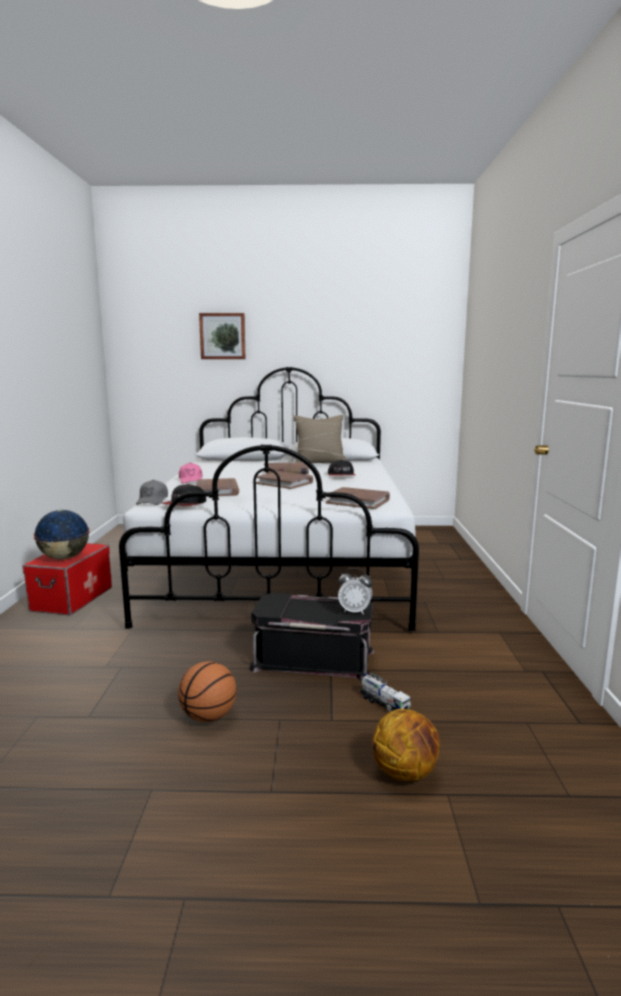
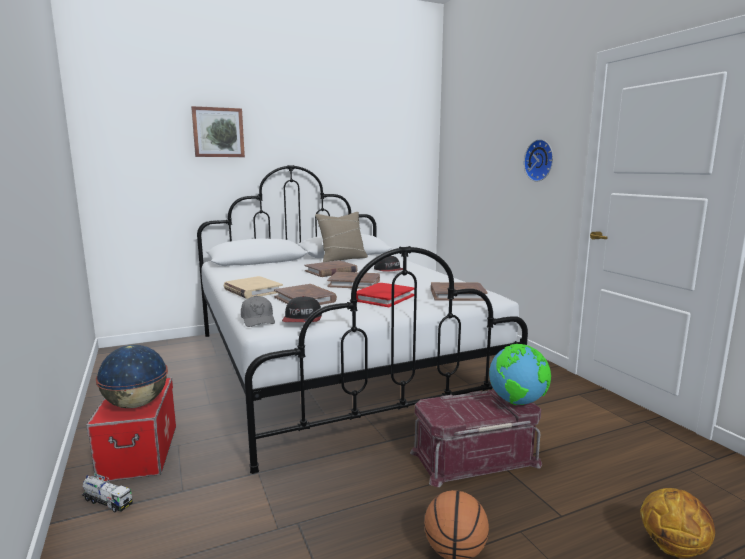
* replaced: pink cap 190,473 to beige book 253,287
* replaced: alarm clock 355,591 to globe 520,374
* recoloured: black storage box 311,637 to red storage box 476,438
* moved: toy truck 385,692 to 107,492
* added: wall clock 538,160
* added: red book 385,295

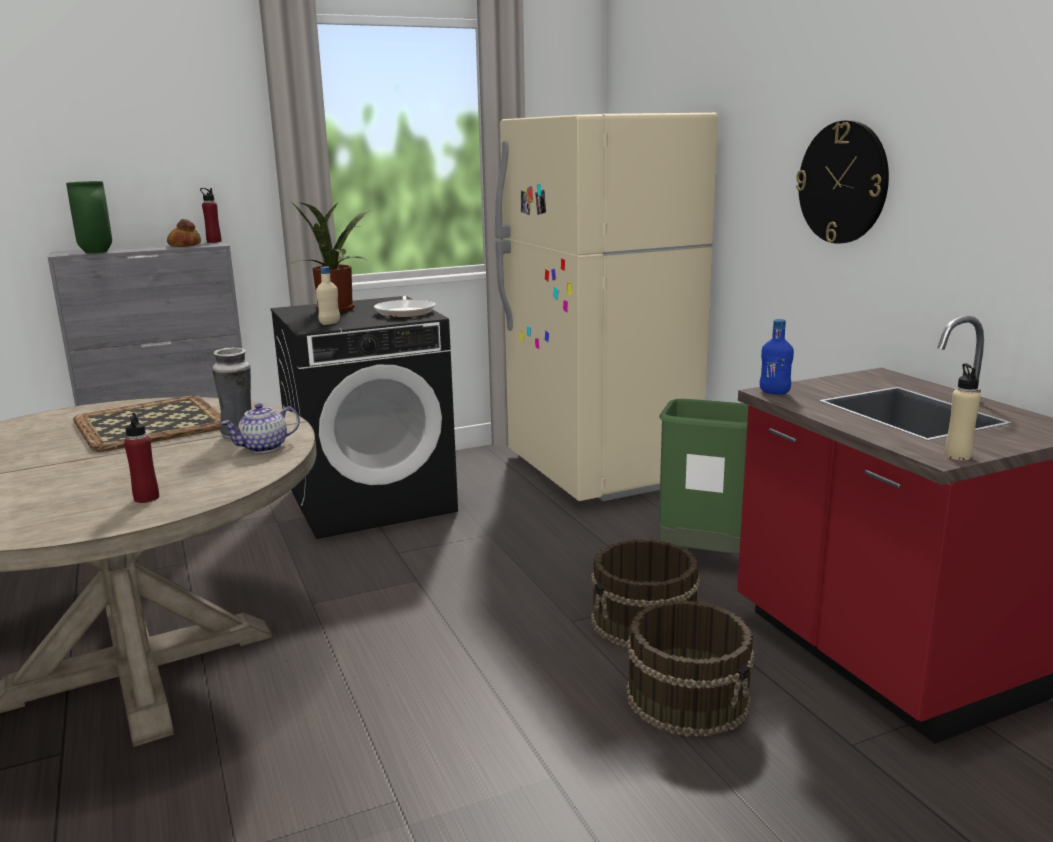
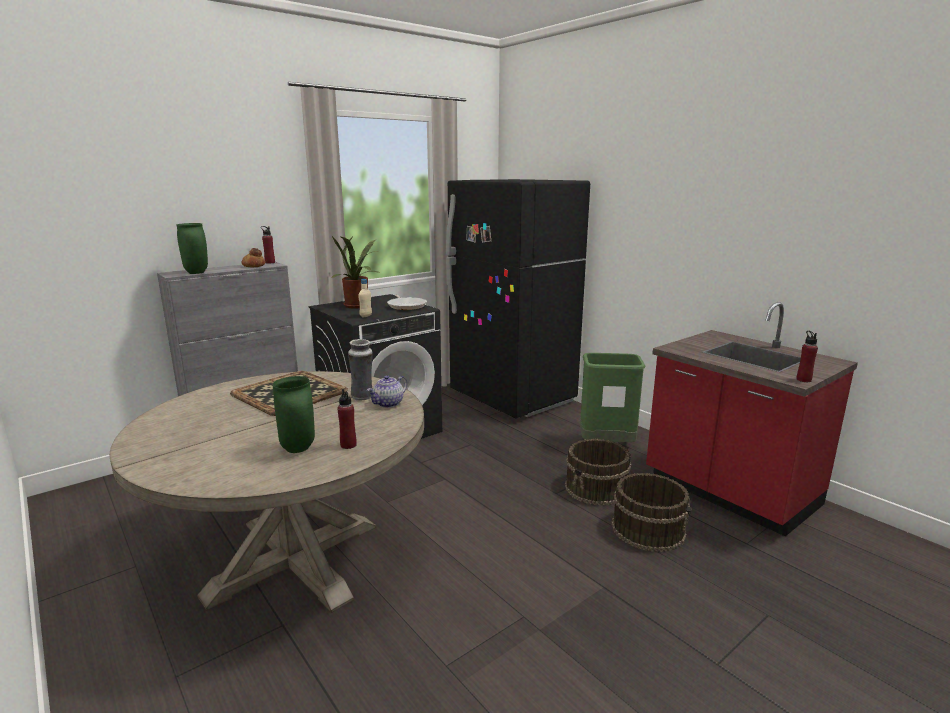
* recoloured: beige fridge 606,307 to black fridge 518,299
* removed: wall clock 842,182
* removed: blue bottle 777,357
* recoloured: beige bottle 963,412 to red bottle 807,356
* added: green vase 294,414

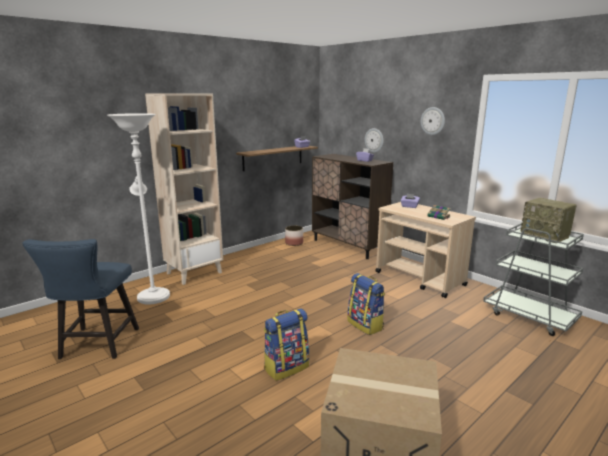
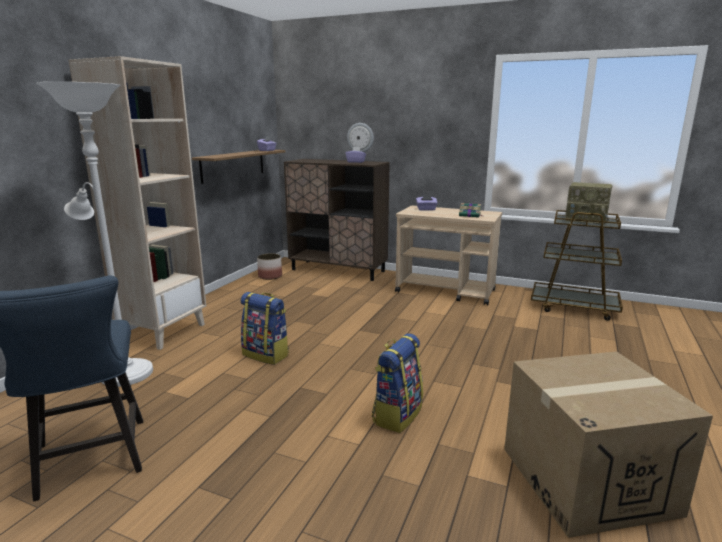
* removed: wall clock 433,121
* recoloured: grey cart 533,279 to brown cart 577,265
* moved: backpack 366,304 to 265,328

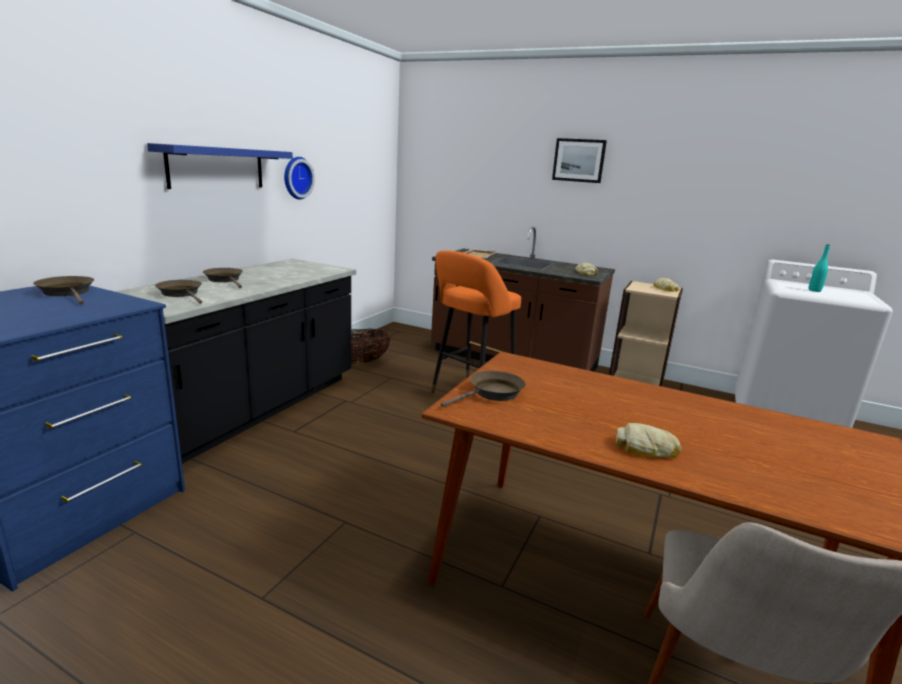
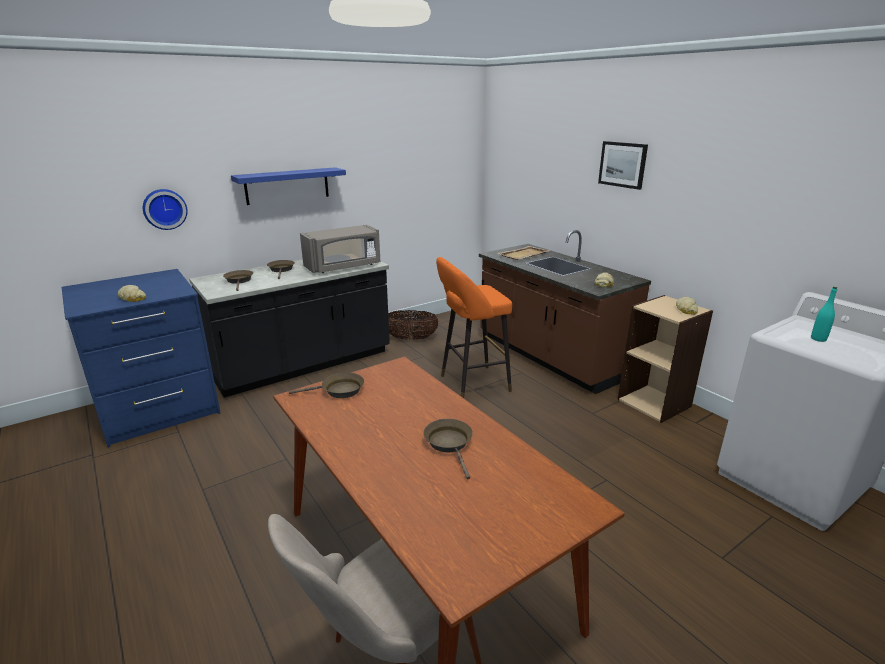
* moved: wall clock 299,178 to 165,209
* moved: brown frying pan 63,290 to 448,449
* moved: bread 648,440 to 132,293
* added: grey microwave 340,249

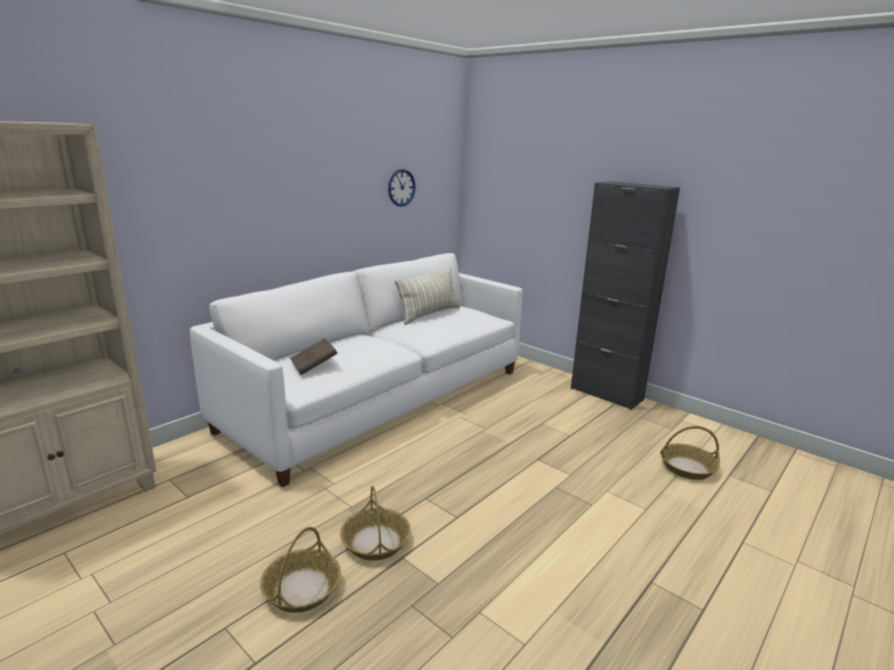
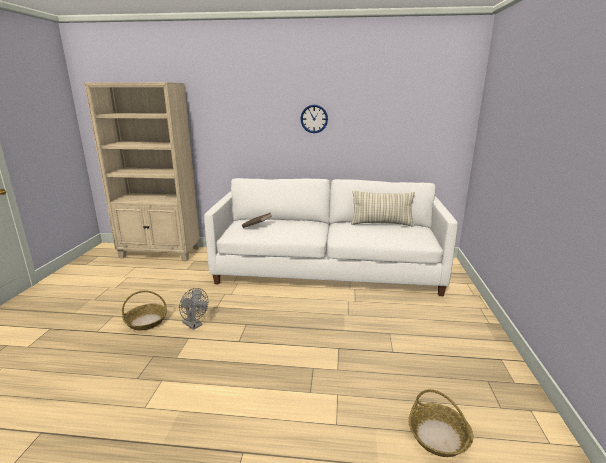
* moved: wall clock 402,188 to 314,119
* removed: black cabinet 625,295
* replaced: basket 375,523 to grey fan 193,309

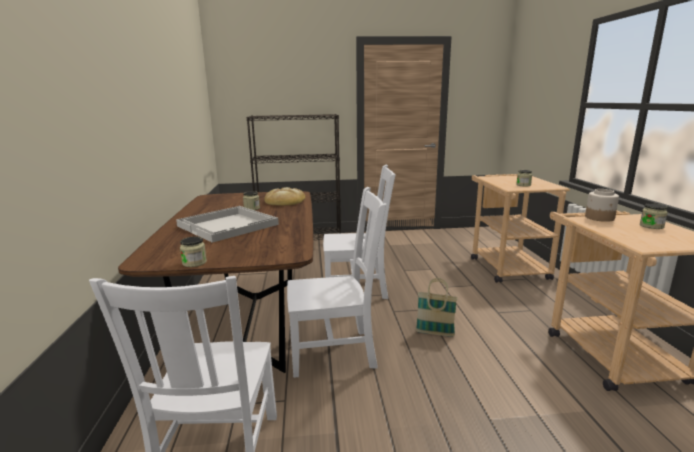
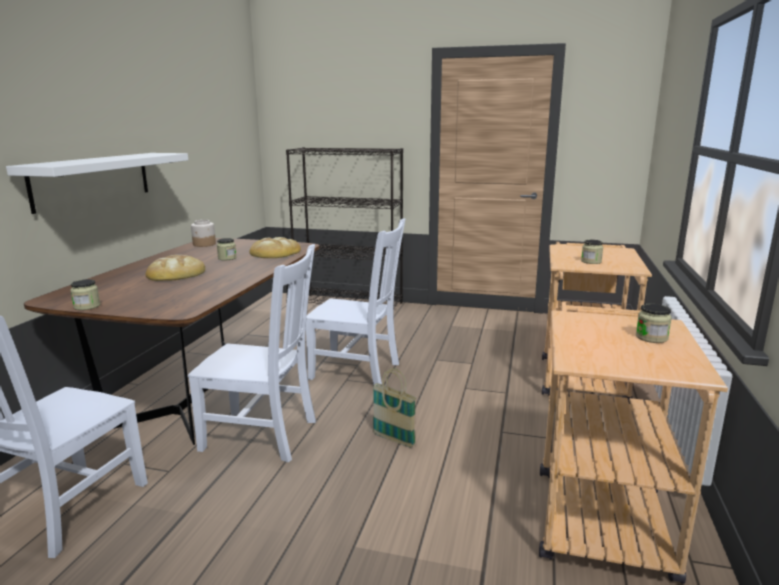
* moved: jar 602,205 to 203,233
* replaced: white tray 227,224 to bread 175,268
* added: white shelf 97,183

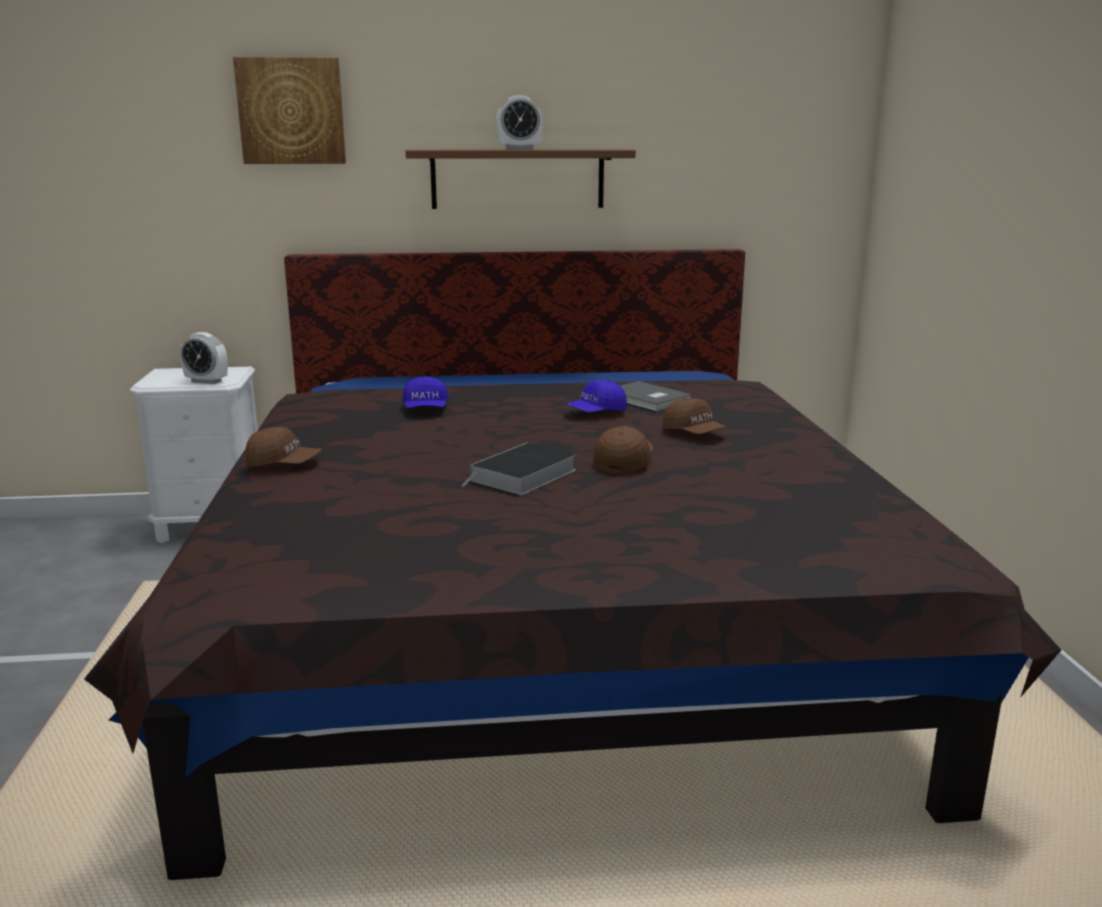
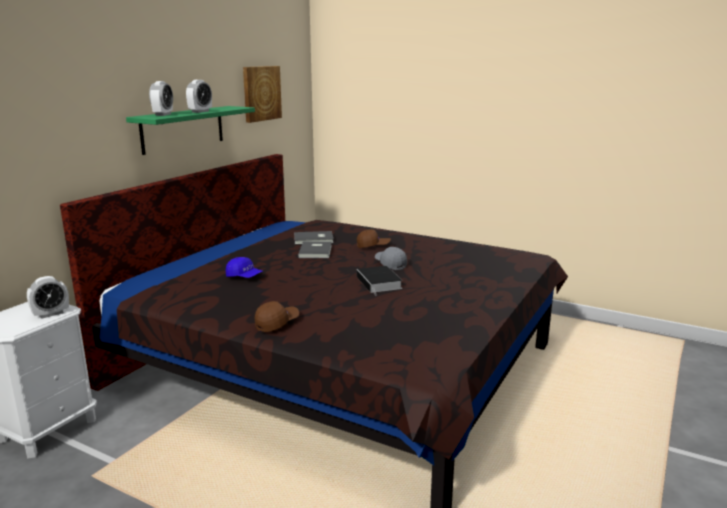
* moved: picture 289,110 to 262,94
* recoloured: brown shelf 520,179 to green shelf 190,130
* replaced: blue cap 596,396 to grey book 315,249
* recoloured: brown cap 623,450 to grey cap 391,258
* added: alarm clock 161,98

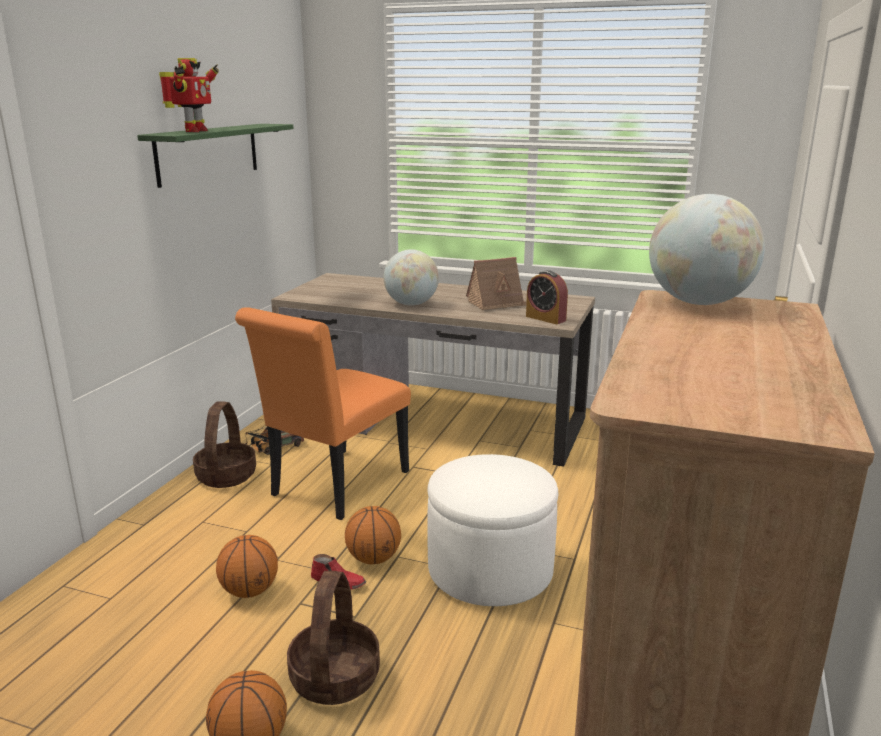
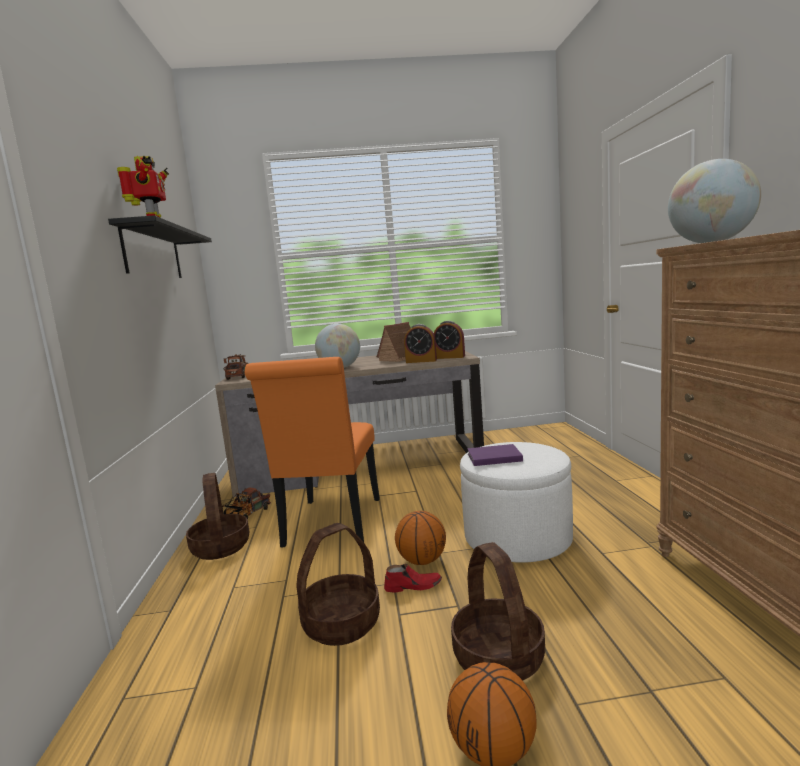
* recoloured: green shelf 215,156 to black shelf 160,246
* replaced: basketball 247,566 to basket 338,584
* added: alarm clock 420,343
* added: toy truck 235,367
* added: purple book 495,455

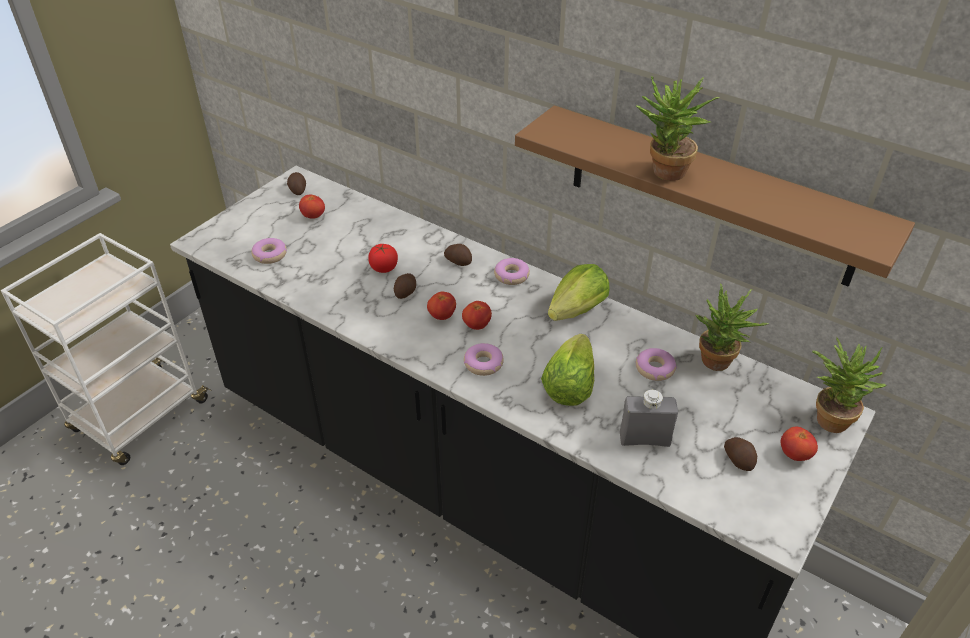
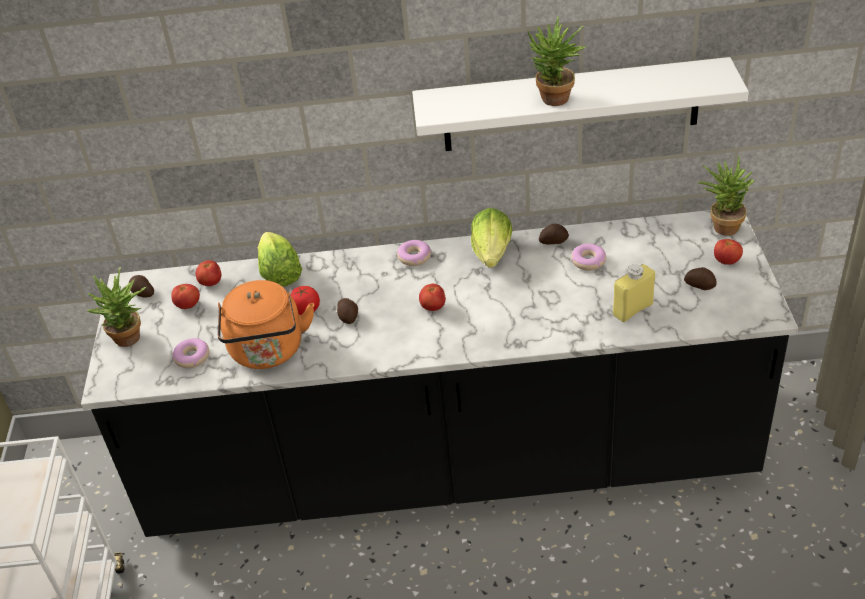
* recoloured: brown shelf 715,196 to white shelf 580,104
* moved: potato 458,255 to 554,234
* moved: potted plant 731,327 to 116,307
* moved: tomato 441,306 to 208,273
* moved: lettuce 567,370 to 280,259
* removed: donut 484,359
* recoloured: grey bottle 649,418 to yellow bottle 634,293
* added: orange kettle 266,324

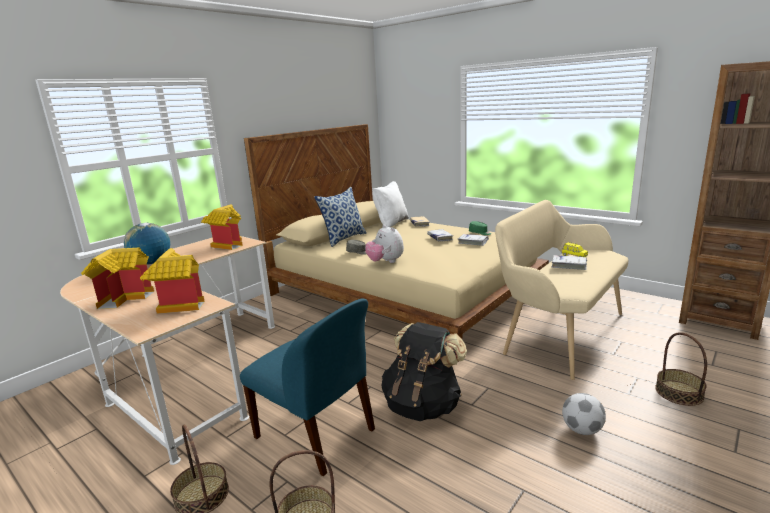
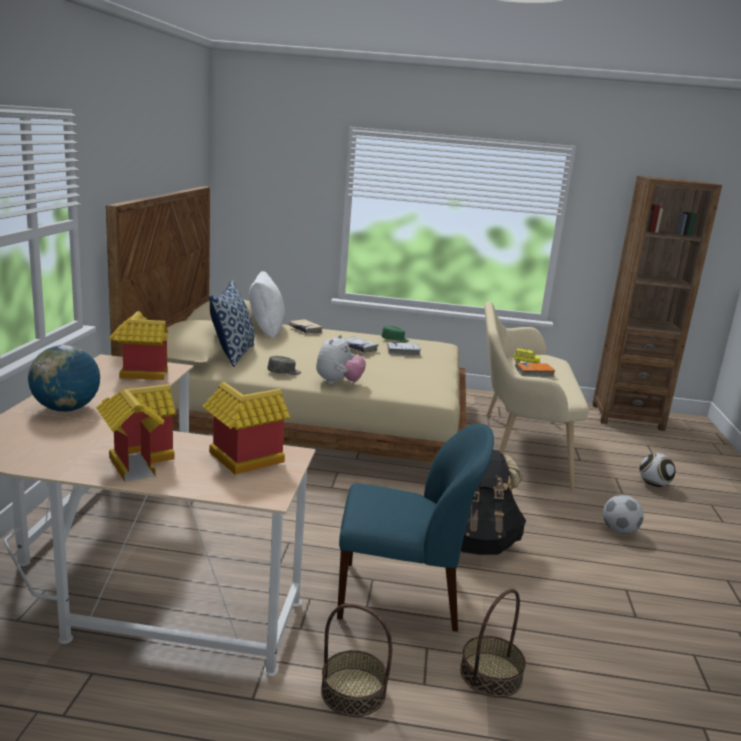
* turned: plush toy 384,244 = 341,360 90 degrees counterclockwise
* recoloured: white book 569,262 to orange book 535,370
* replaced: basket 681,369 to football 657,470

